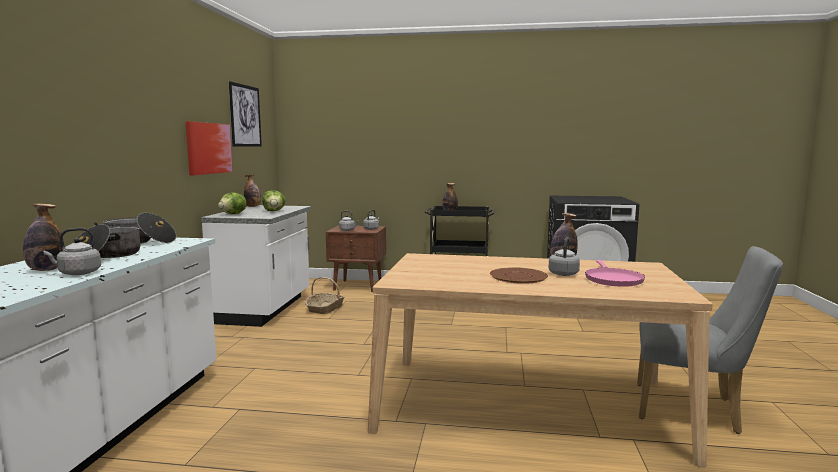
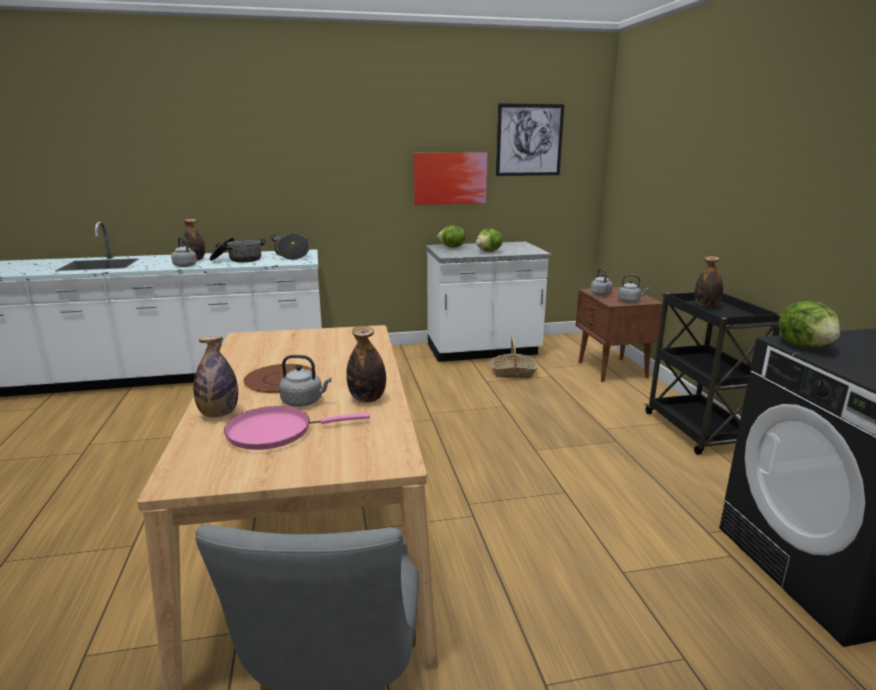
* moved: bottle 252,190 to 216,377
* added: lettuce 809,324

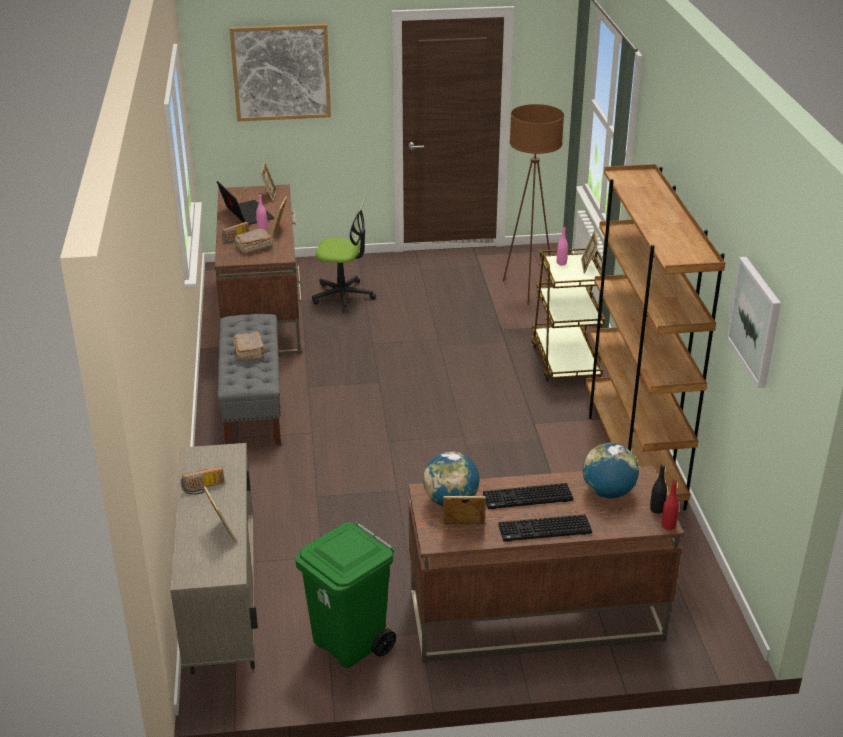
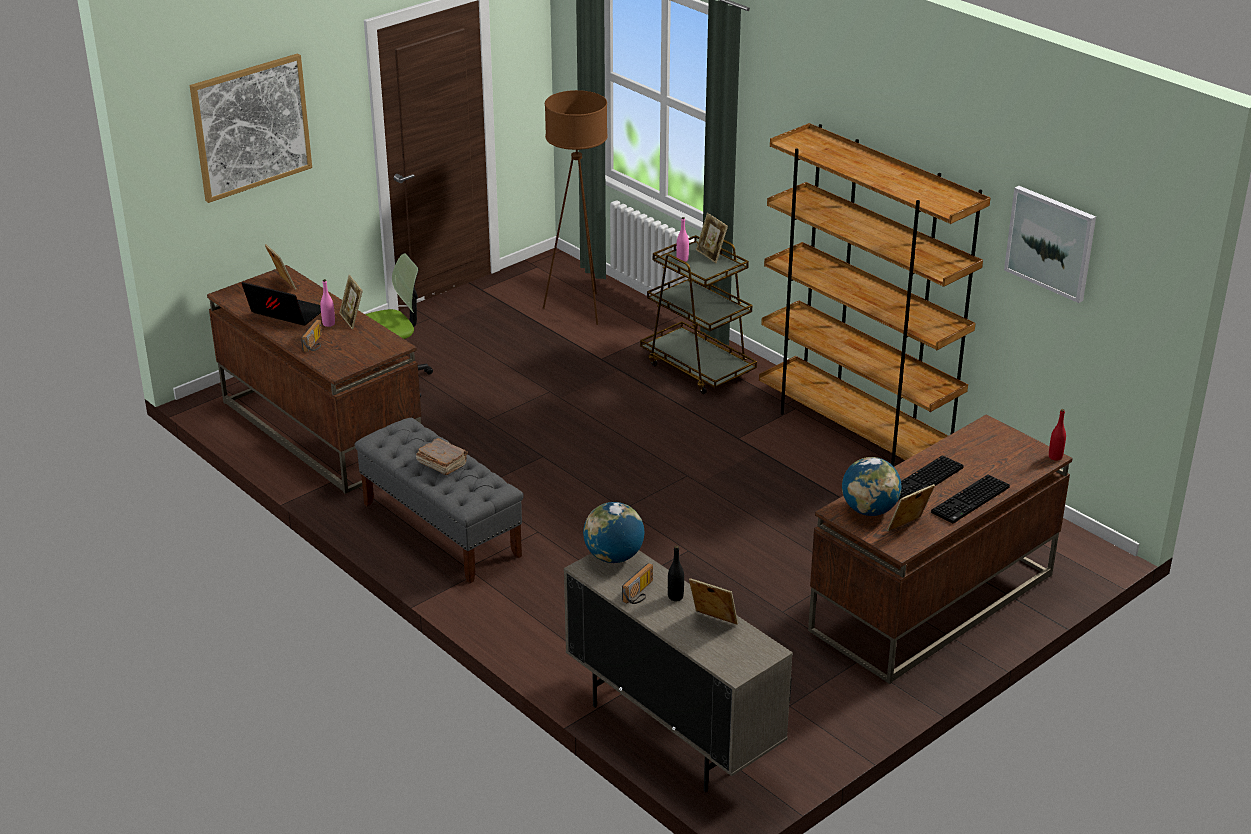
* removed: brown book 253,241
* moved: globe 611,470 to 613,532
* moved: black bottle 658,489 to 676,573
* removed: green trash can 345,595

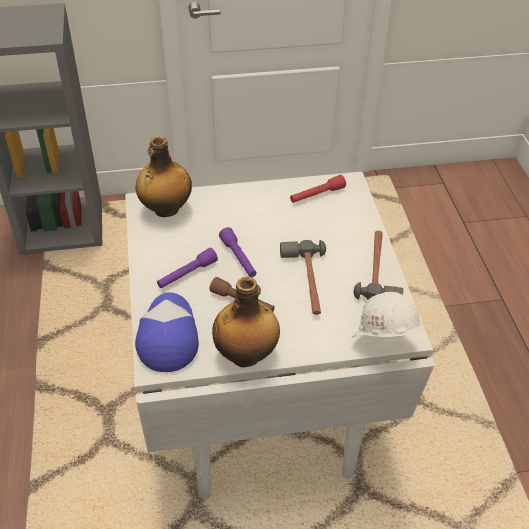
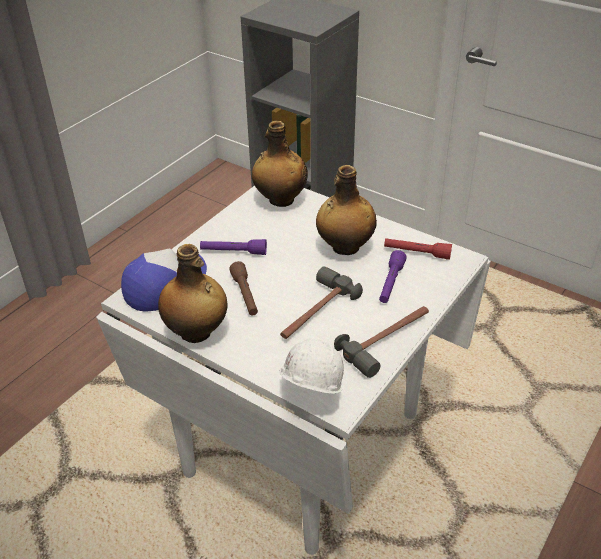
* moved: purple flashlight 237,252 to 393,276
* added: bottle 346,210

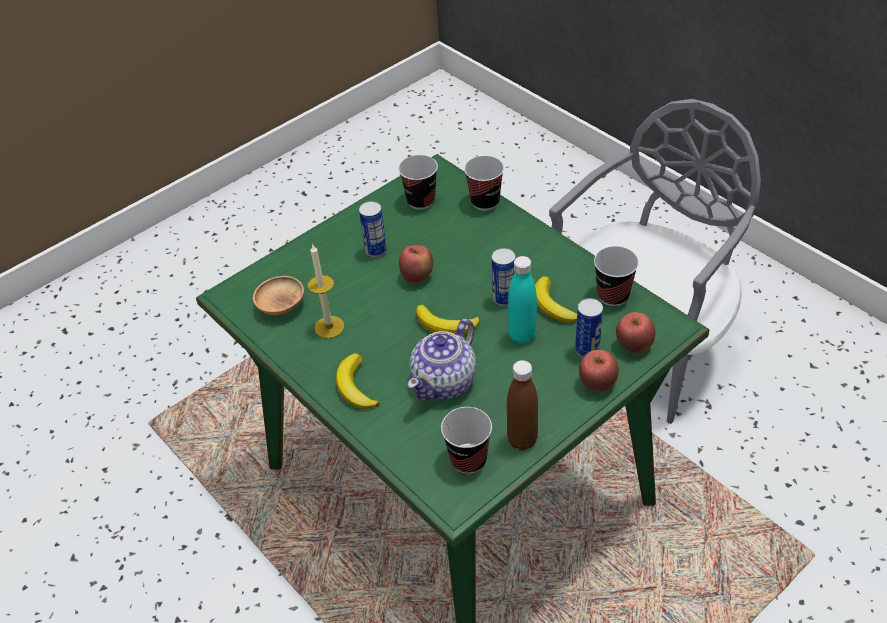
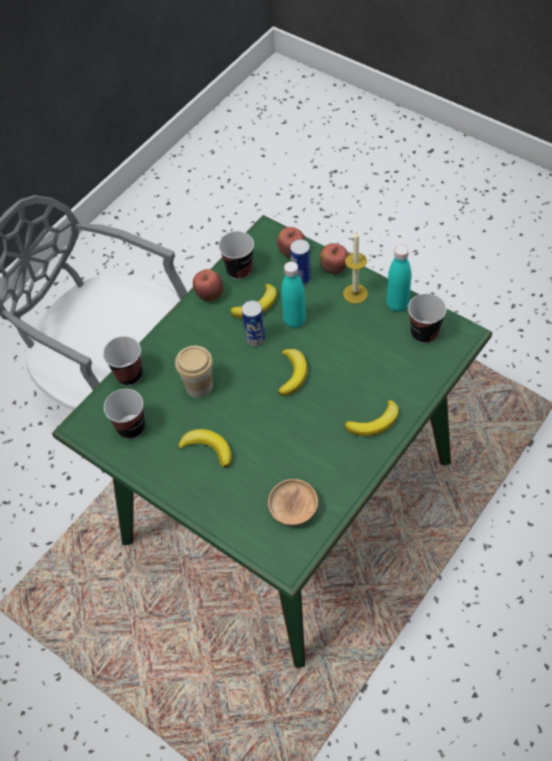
* replaced: can 373,229 to banana 205,448
* moved: candle 326,292 to 355,268
* moved: apple 416,264 to 208,285
* removed: teapot 442,359
* recoloured: brown bottle 522,405 to turquoise bottle 399,278
* added: cup 194,372

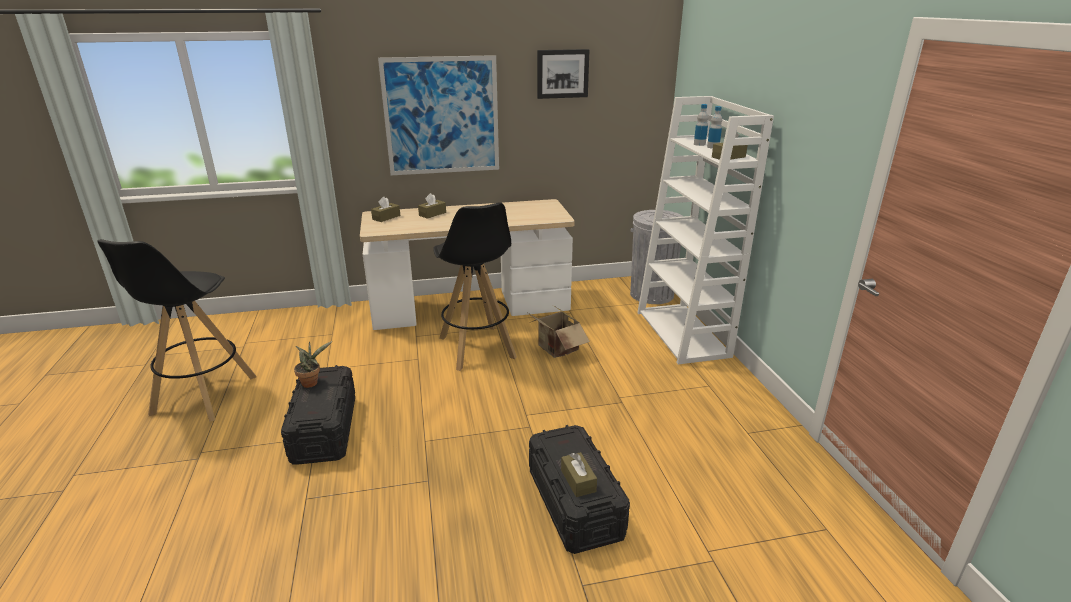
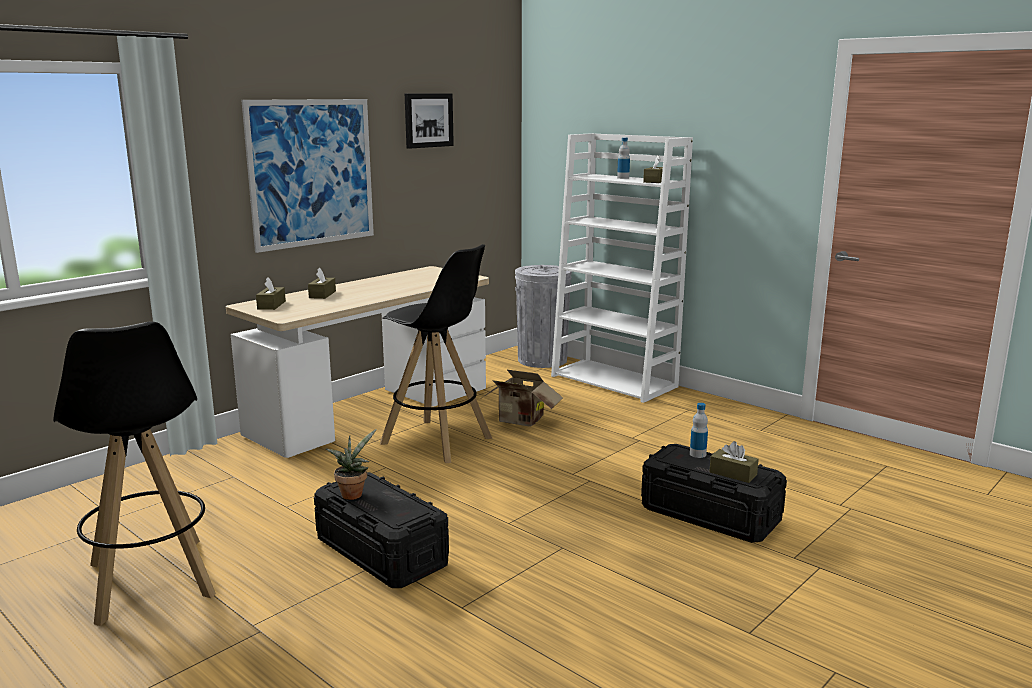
* moved: bottle 701,125 to 699,430

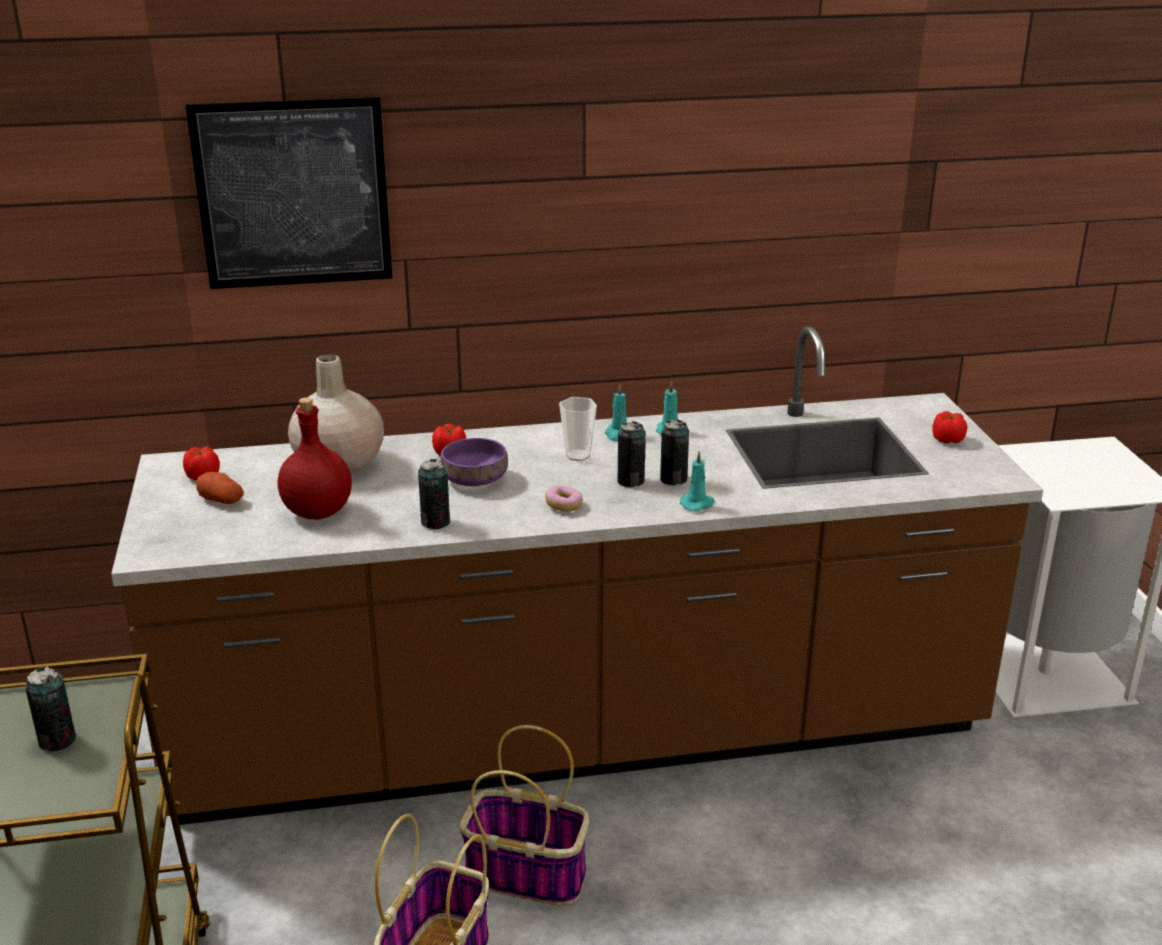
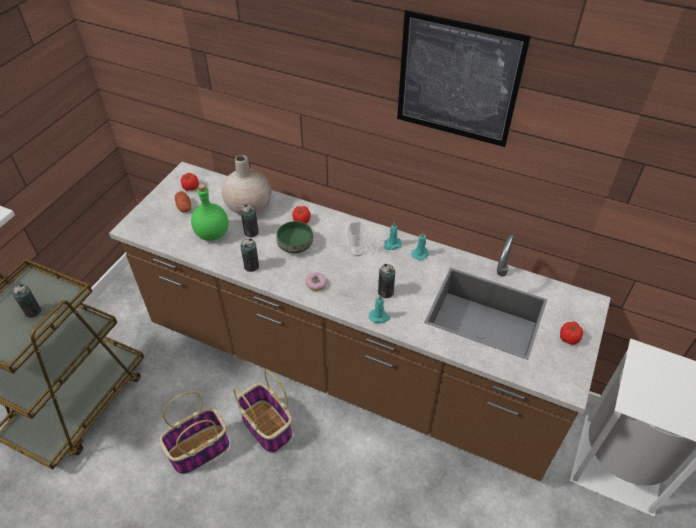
* moved: picture 289,193 to 464,78
* recoloured: red bottle 315,458 to green bottle 209,212
* moved: can 632,454 to 250,220
* recoloured: purple bowl 474,462 to green bowl 295,237

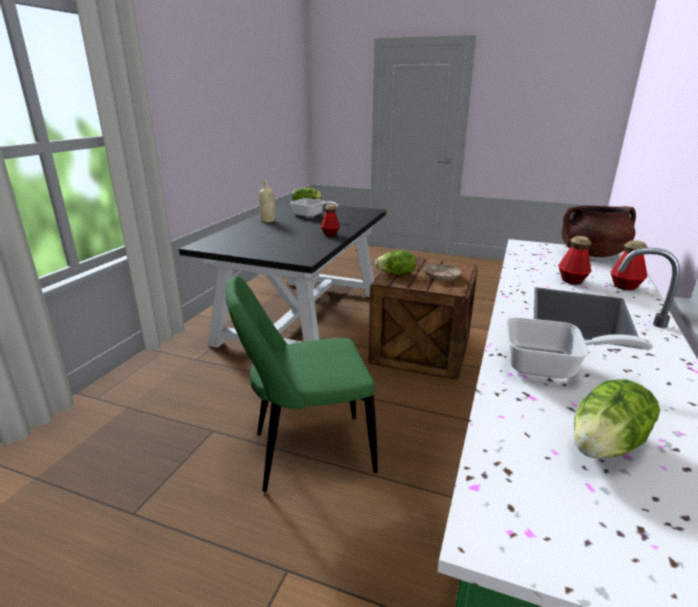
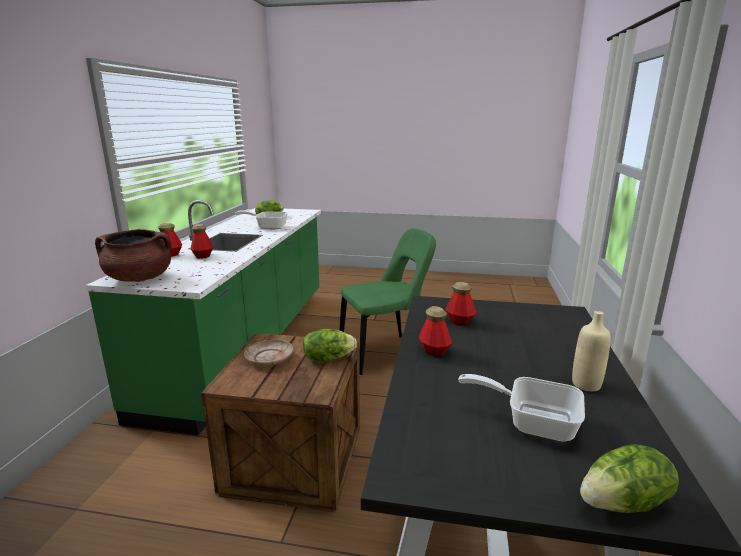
* added: bottle 461,303

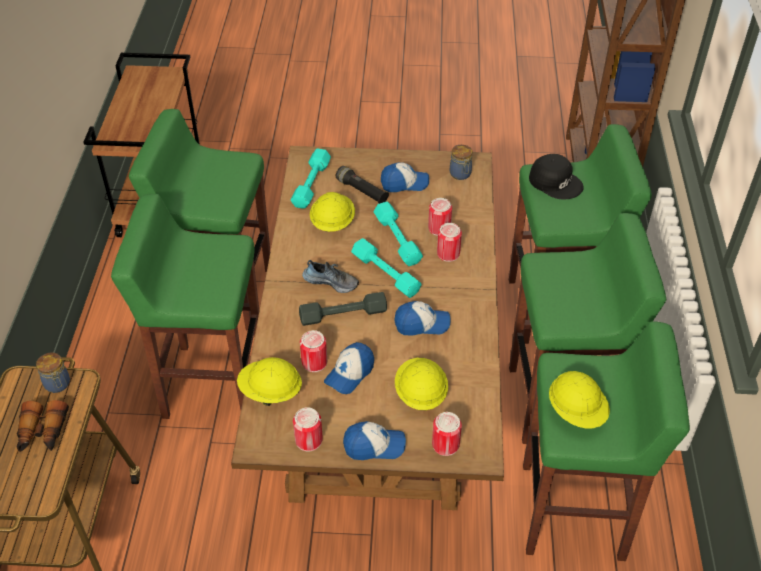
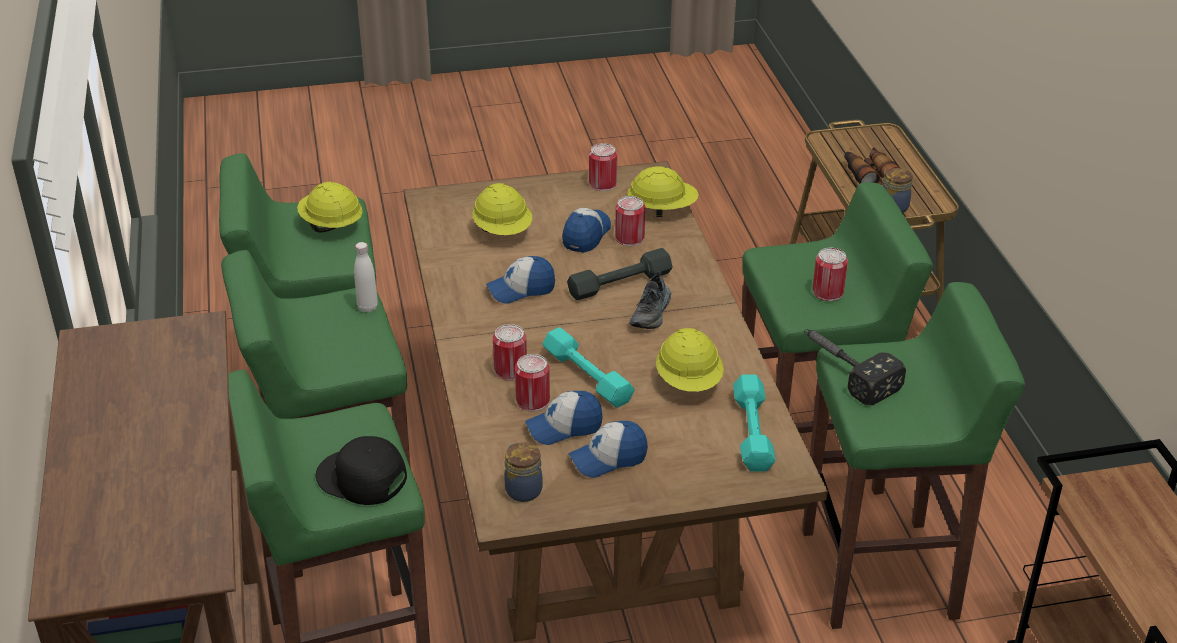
* removed: black flashlight 362,185
* removed: turquoise dumbbell 386,268
* turned: shoe 330,276 = 650,300 75 degrees counterclockwise
* moved: can 447,434 to 830,274
* moved: cap 374,440 to 564,418
* added: white bottle 366,277
* added: hammer 855,367

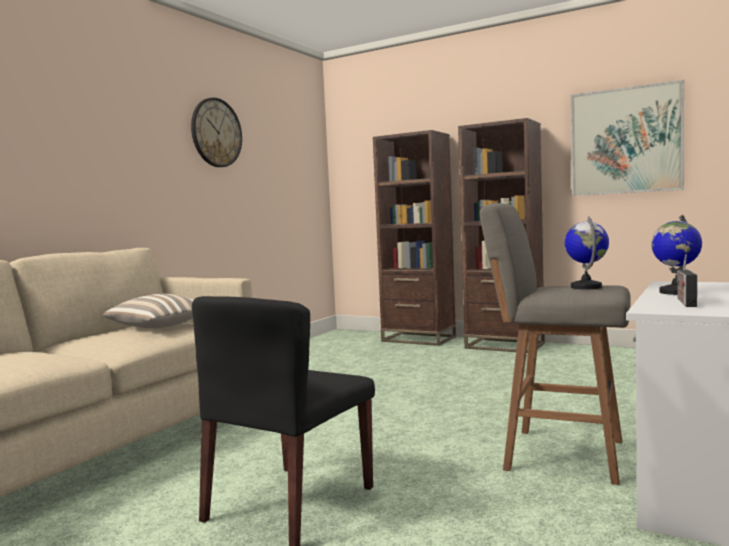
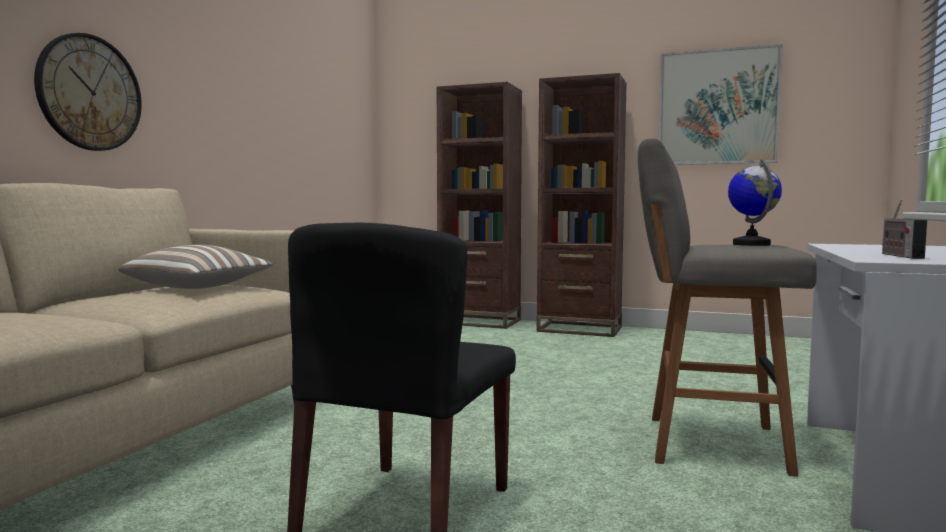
* moved: wall clock 216,132 to 88,92
* removed: globe 676,255

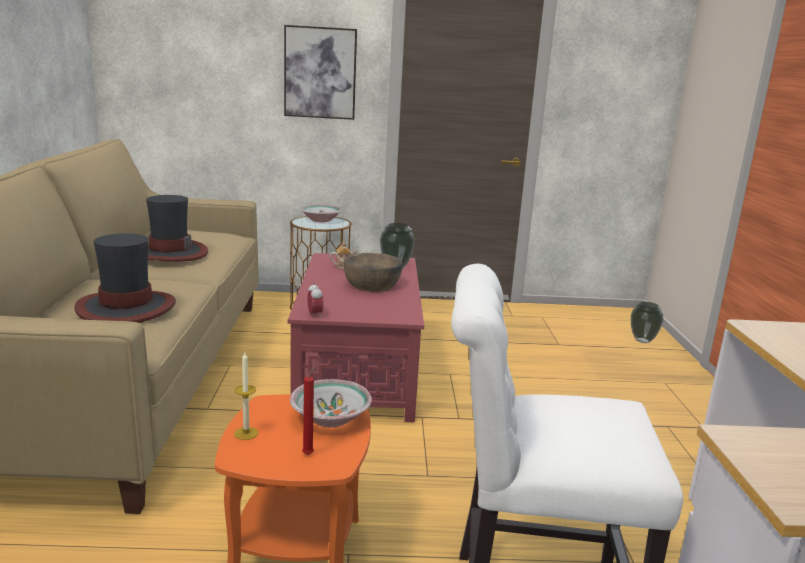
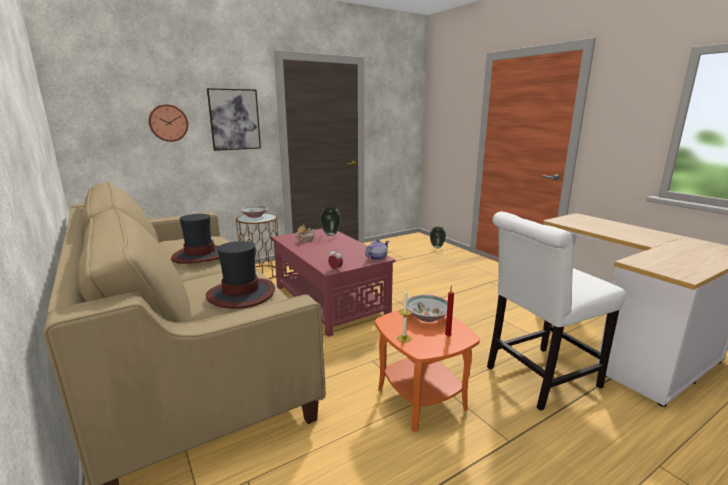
* removed: brown bowl 373,272
* added: wall clock 168,123
* added: teapot 377,249

